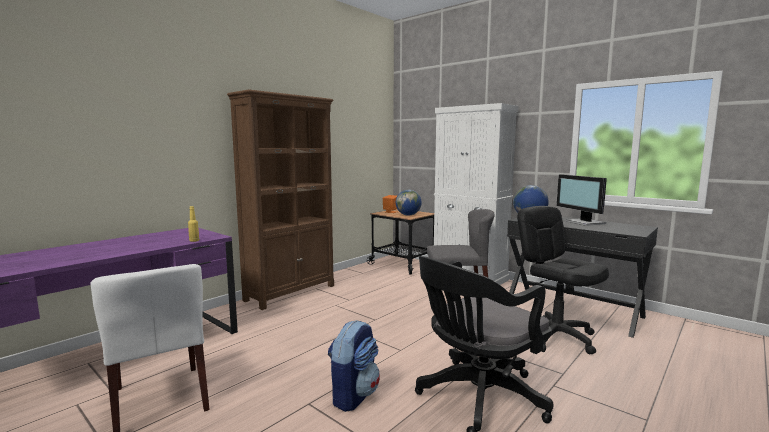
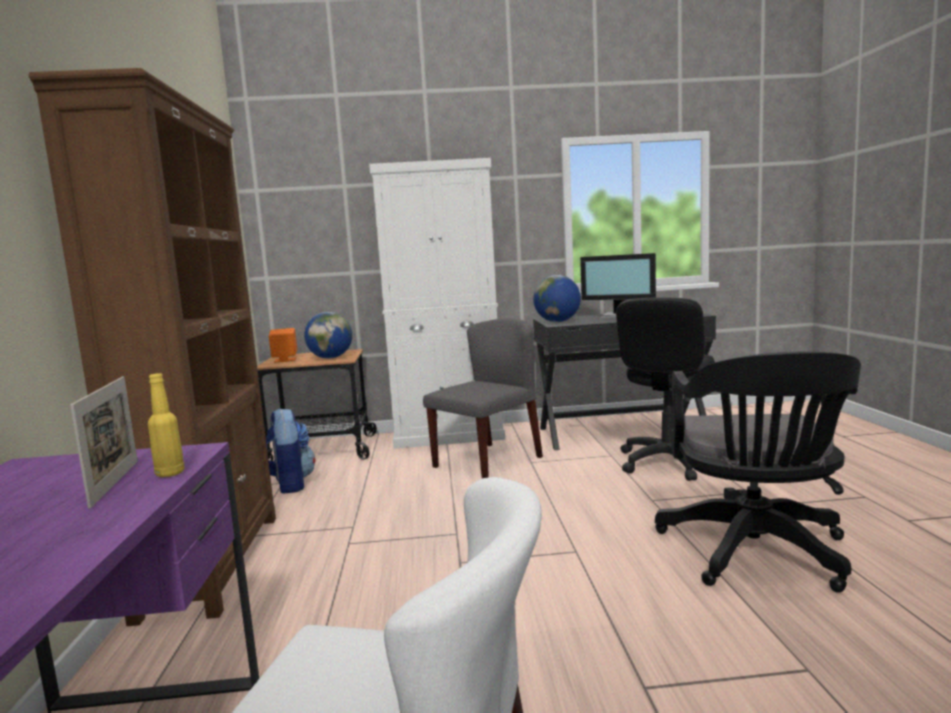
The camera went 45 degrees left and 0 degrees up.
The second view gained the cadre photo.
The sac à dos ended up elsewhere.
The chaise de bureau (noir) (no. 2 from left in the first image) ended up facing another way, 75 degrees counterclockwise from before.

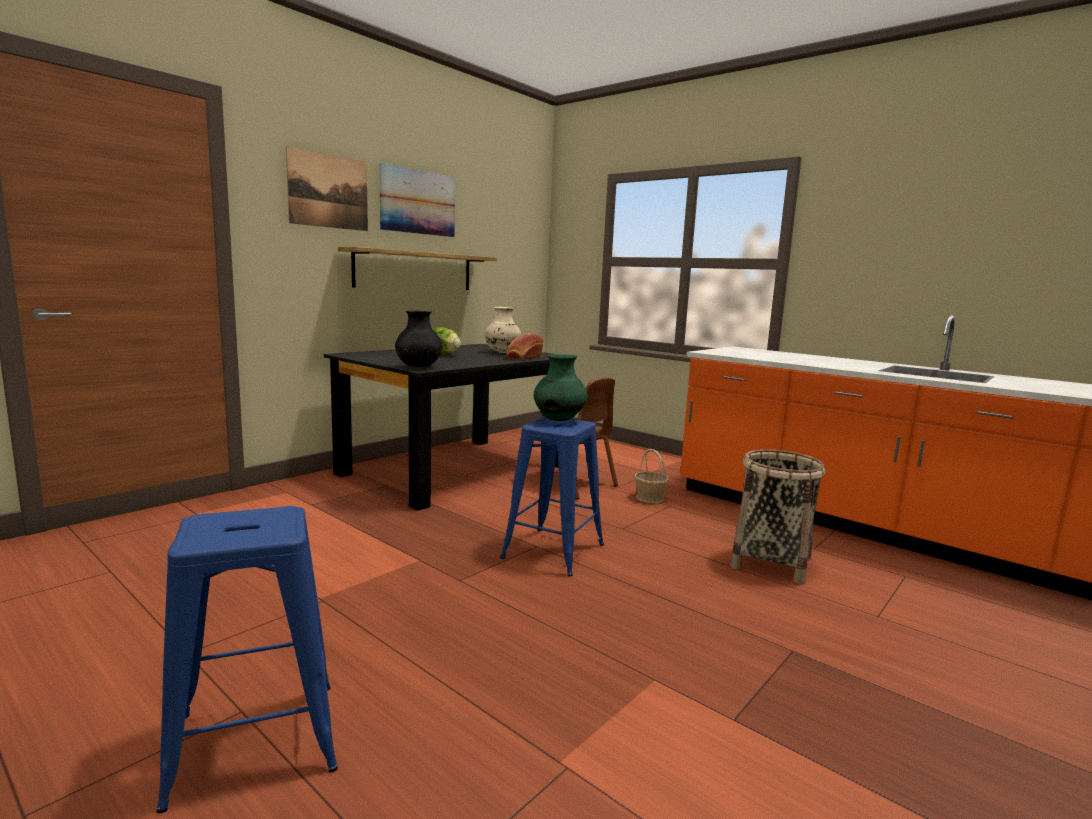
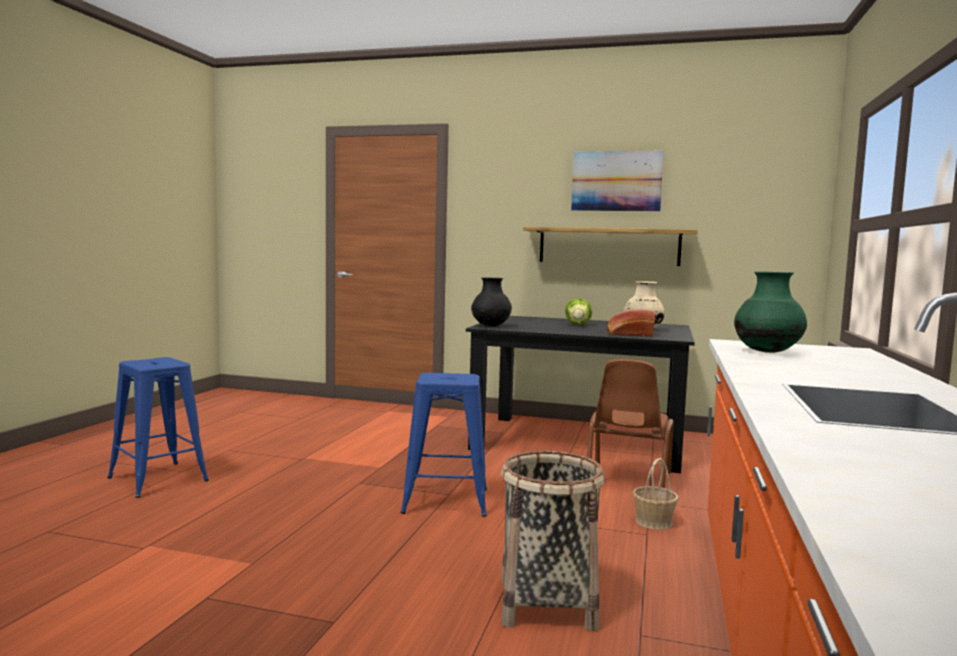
The camera went 65 degrees right and 5 degrees down.
The vase (vert) ended up elsewhere.
The second view lost the tableau (no. 1 from left).

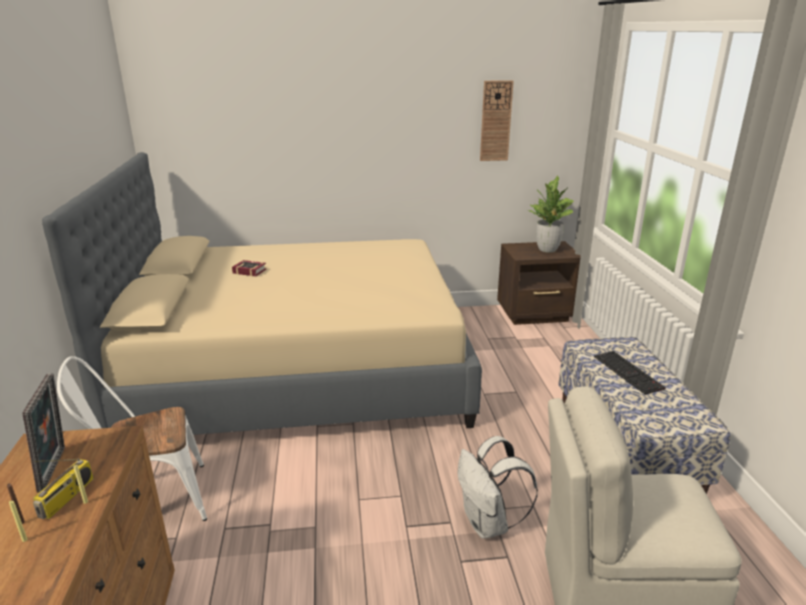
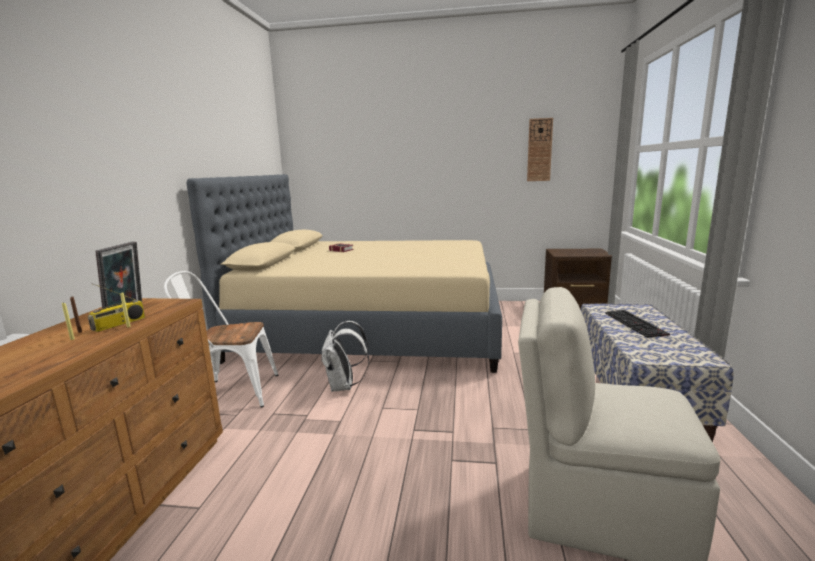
The camera went 15 degrees right and 10 degrees down.
The sac à dos (blanc) ended up elsewhere.
The second view lost the plante en pot.

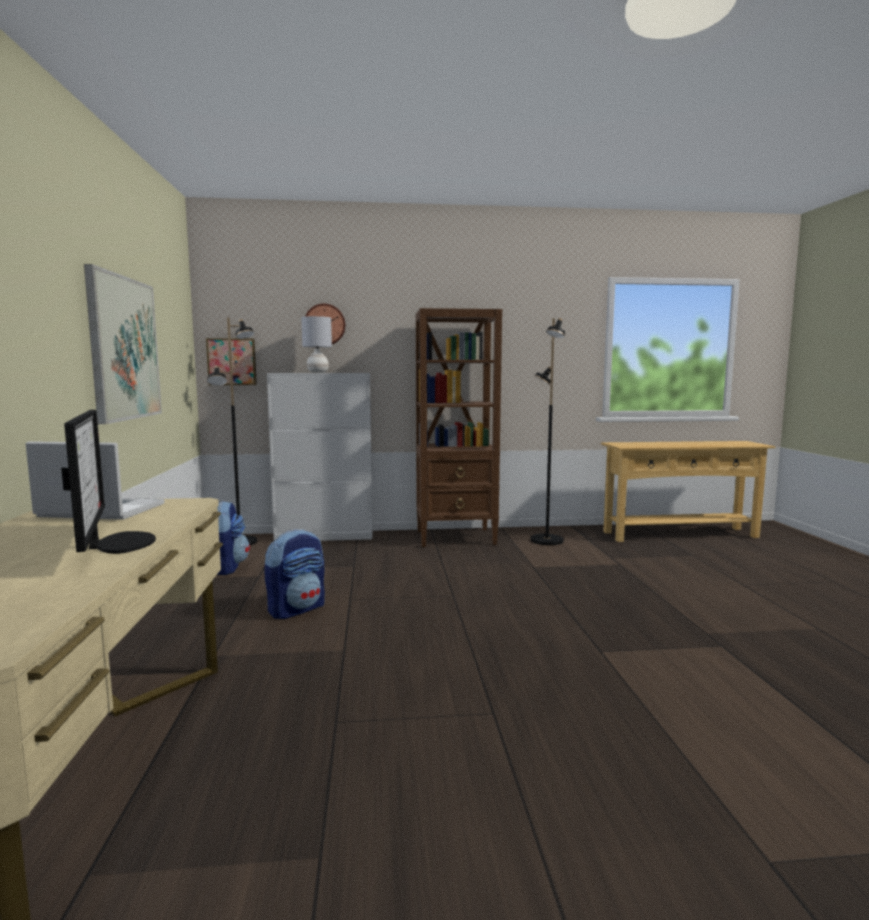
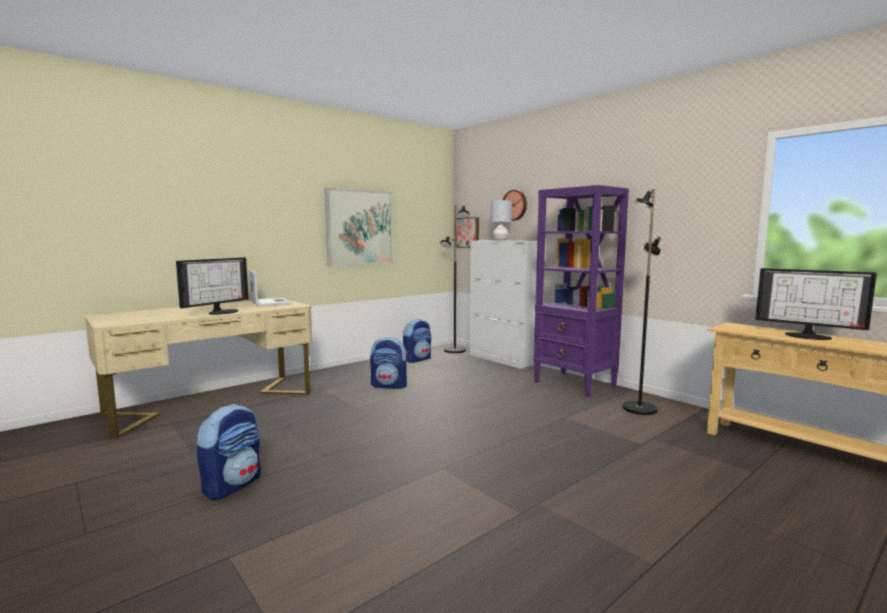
The camera went 55 degrees right and 0 degrees up.
The second view gained the sac à dos (no. 1 from left).
What was the bibliothèque (marron) turned into the bibliothèque (violet).
The second view gained the écran d'ordinateur (no. 2 from left).

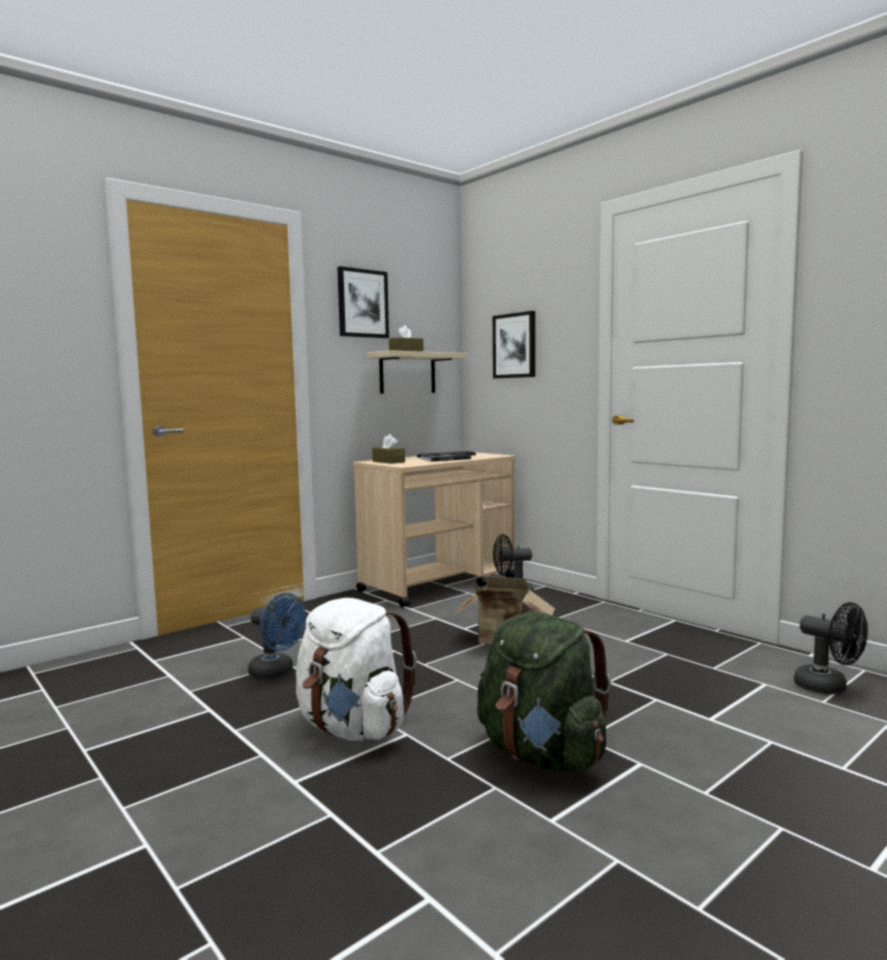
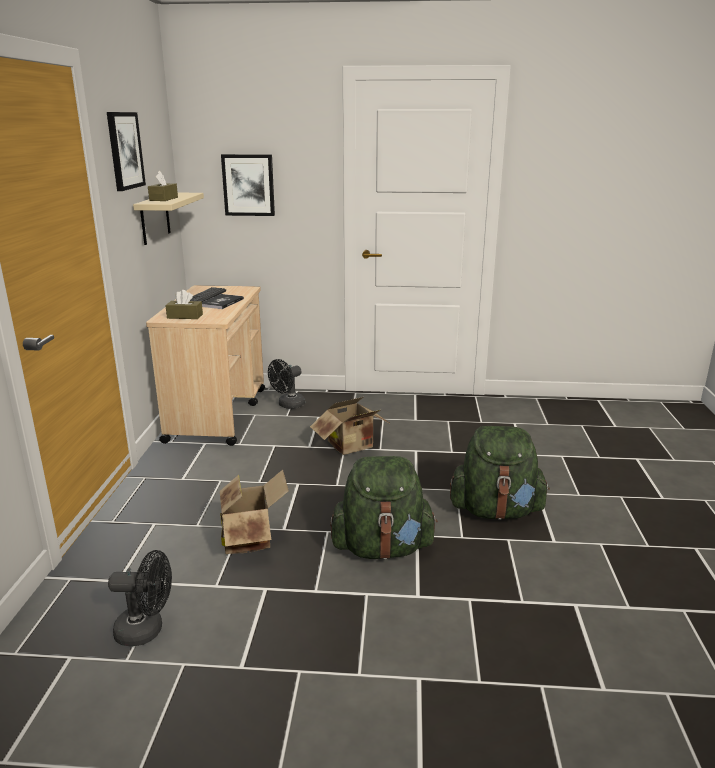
The camera went 45 degrees left and 15 degrees up.
The ventilateur (noir) (no. 2 from left in the first image) ended up elsewhere.
Where the ventilateur (bleu) stood, the carton (no. 1 from left) came to stand.
What was the sac à dos (blanc) turned into the sac à dos (vert) (no. 1 from left).

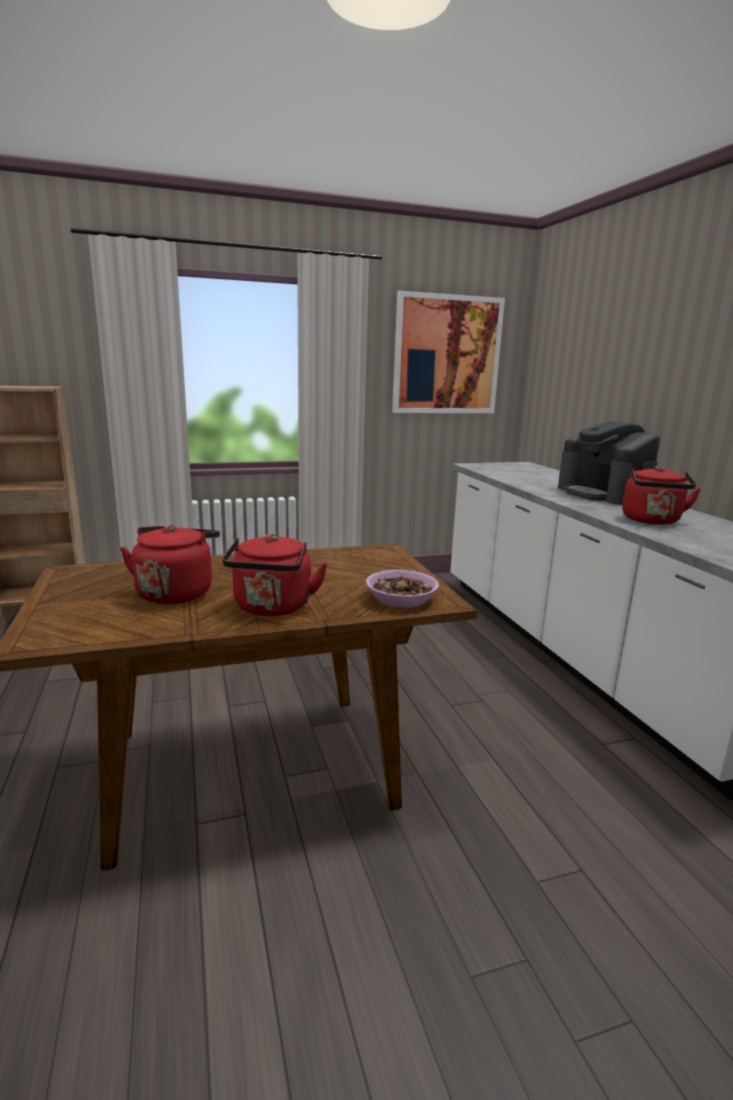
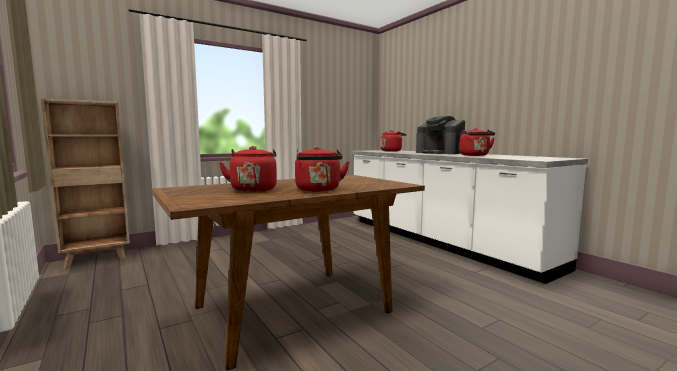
The camera went 15 degrees left and 10 degrees down.
The second view gained the bouilloire (rouge) (no. 3 from left).
The second view lost the bol.
The second view lost the tableau.

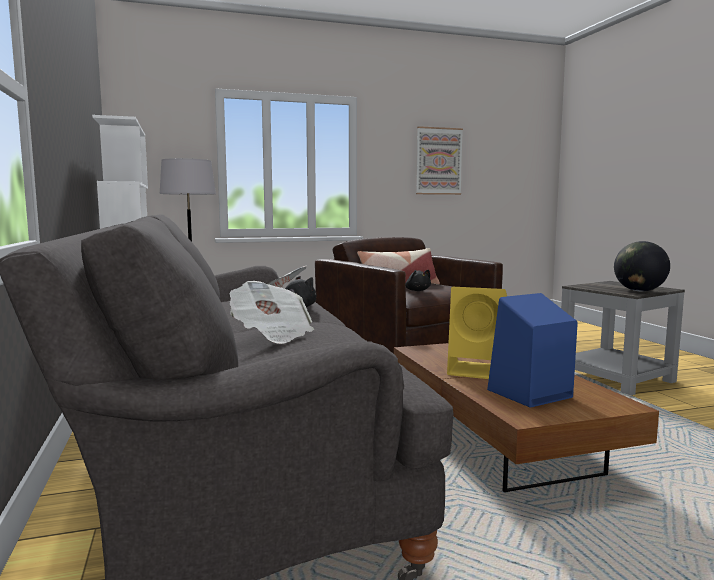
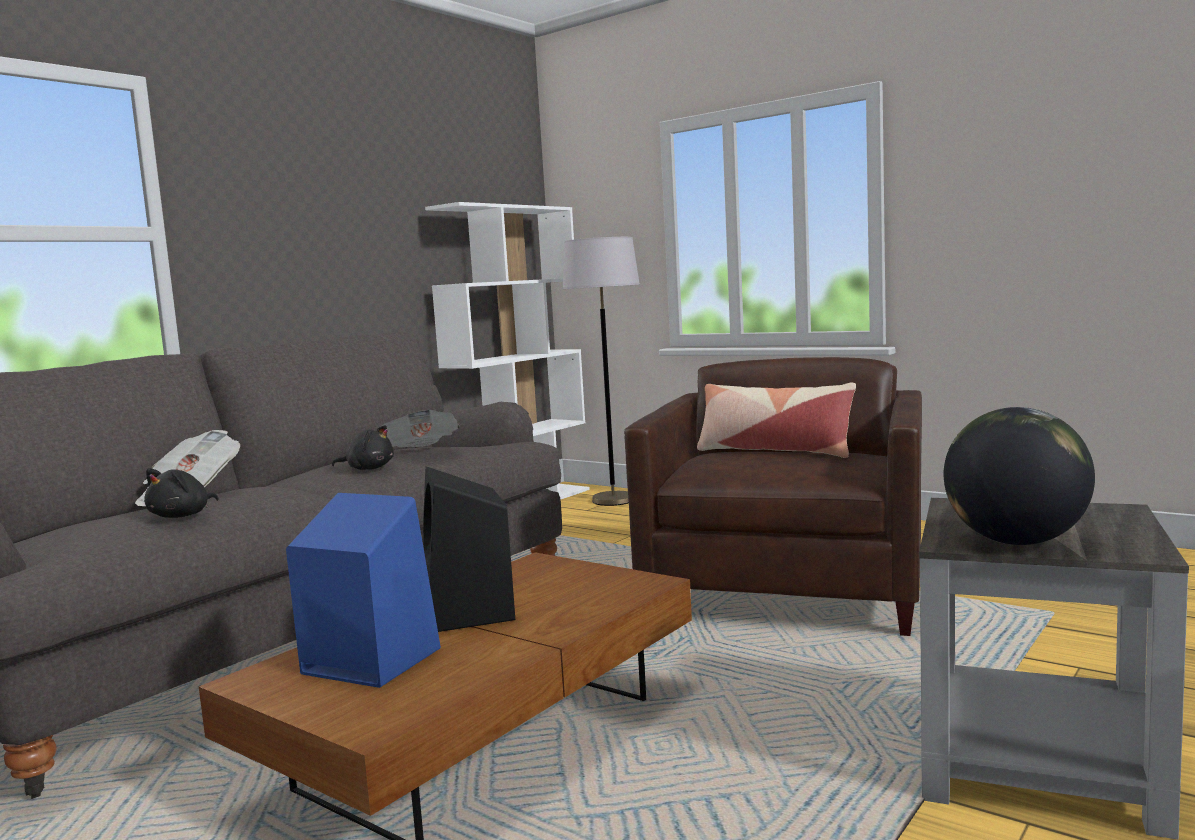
The camera went 55 degrees right and 0 degrees up.
The peluche (noir) (no. 2 from left in the first image) ended up elsewhere.
What was the enceinte (jaune) turned into the enceinte (noir).
The second view lost the tableau.

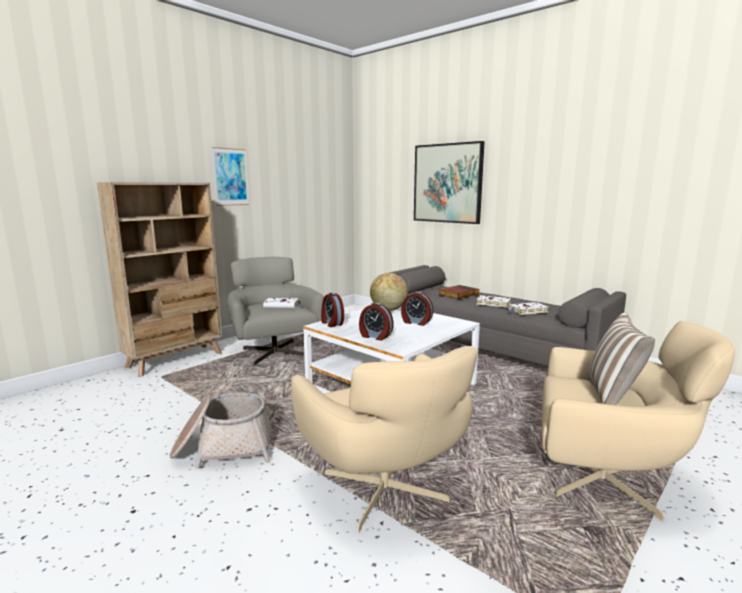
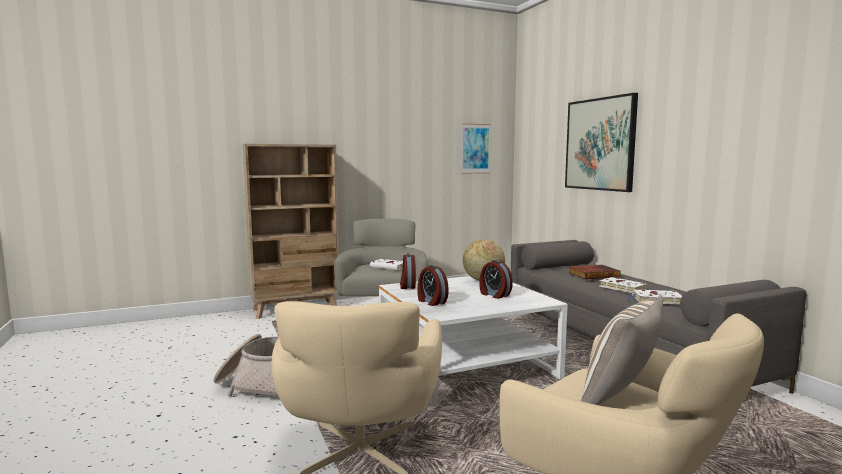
The camera went 25 degrees right and 5 degrees down.
The tableau (no. 1 from left) ended up elsewhere.

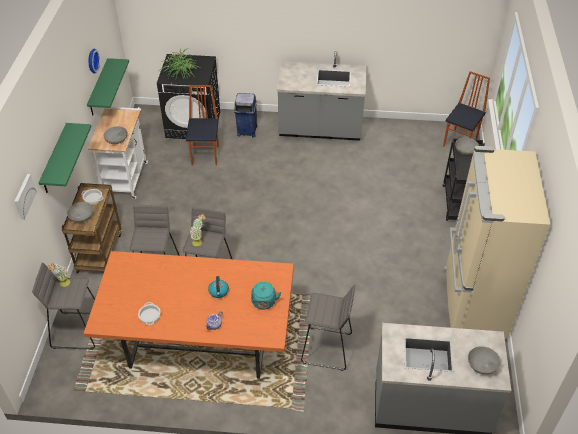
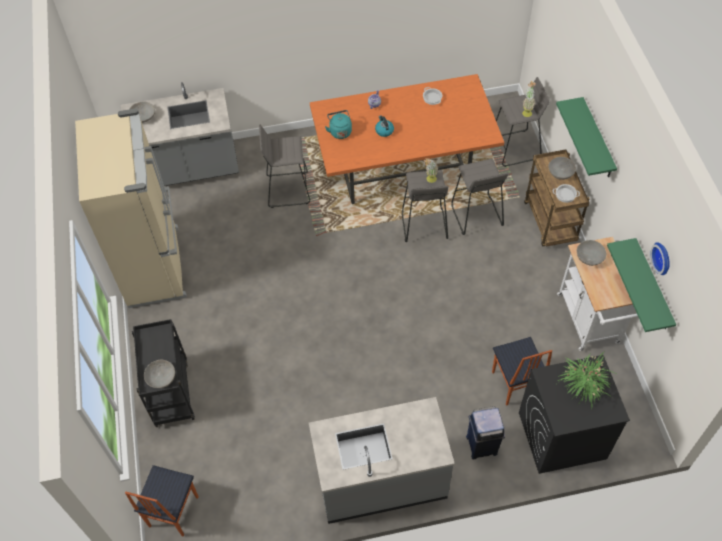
The camera went 165 degrees right and 10 degrees up.
The second view lost the tableau.

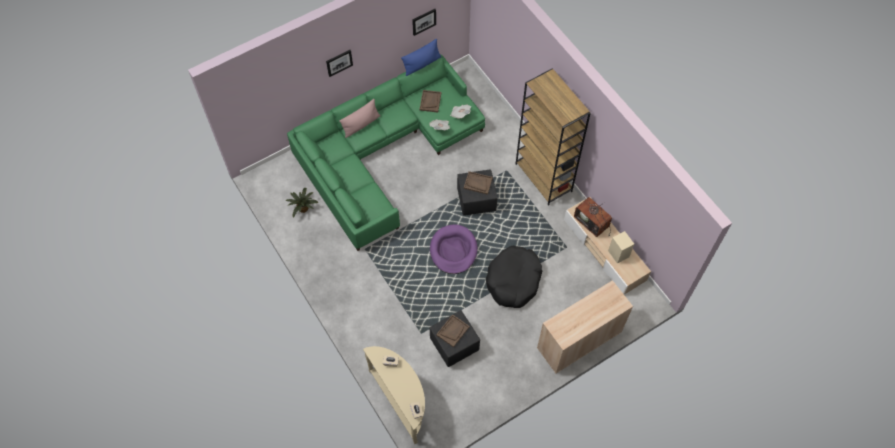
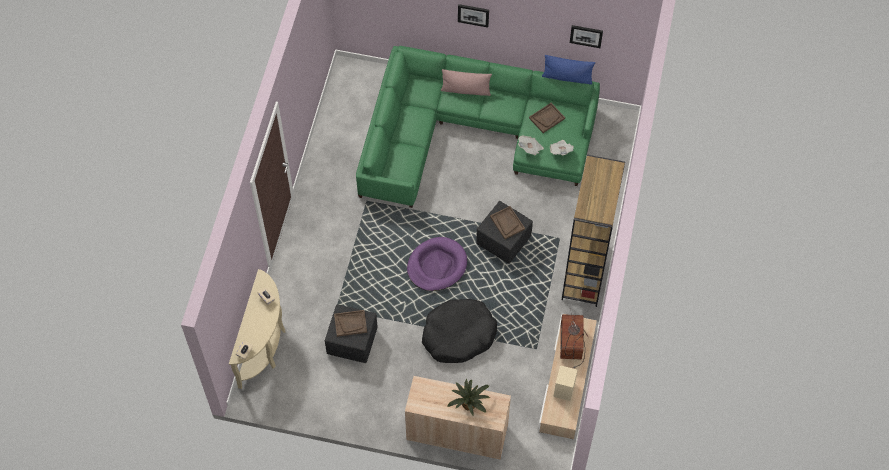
The camera went 45 degrees right and 0 degrees up.
The plante en pot ended up elsewhere.

